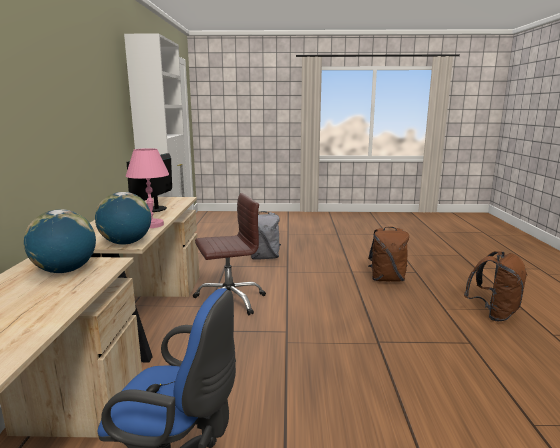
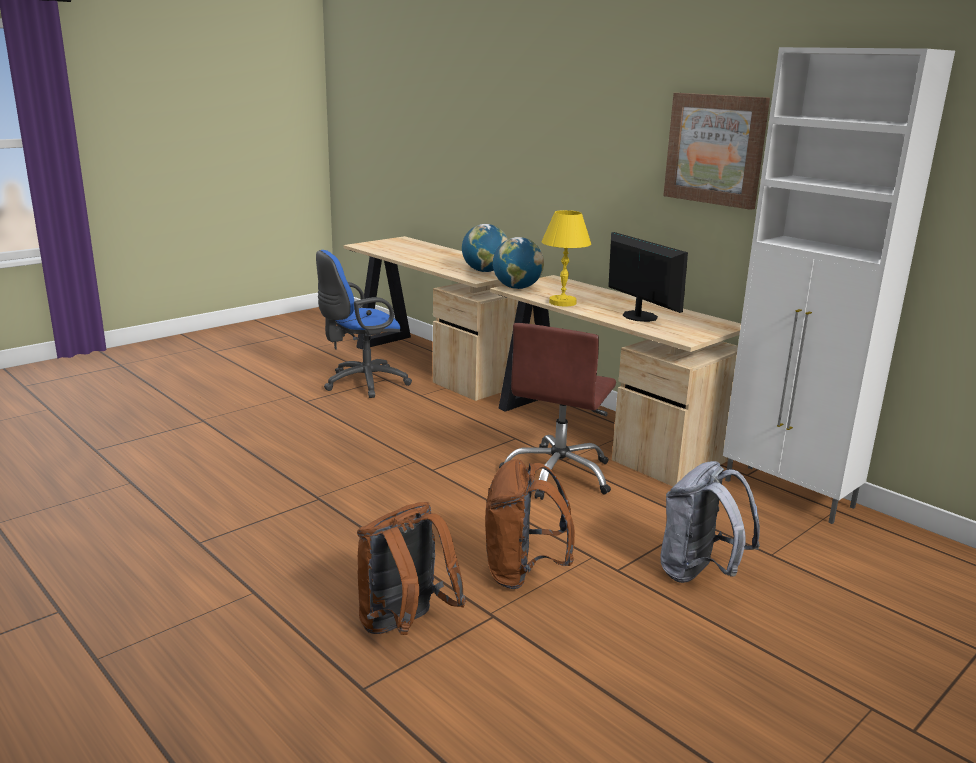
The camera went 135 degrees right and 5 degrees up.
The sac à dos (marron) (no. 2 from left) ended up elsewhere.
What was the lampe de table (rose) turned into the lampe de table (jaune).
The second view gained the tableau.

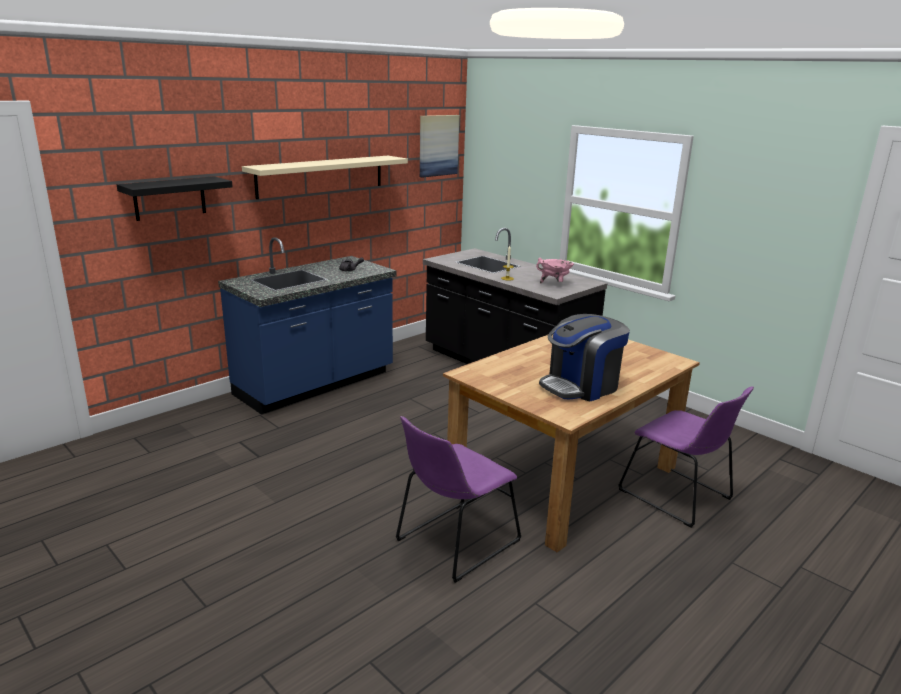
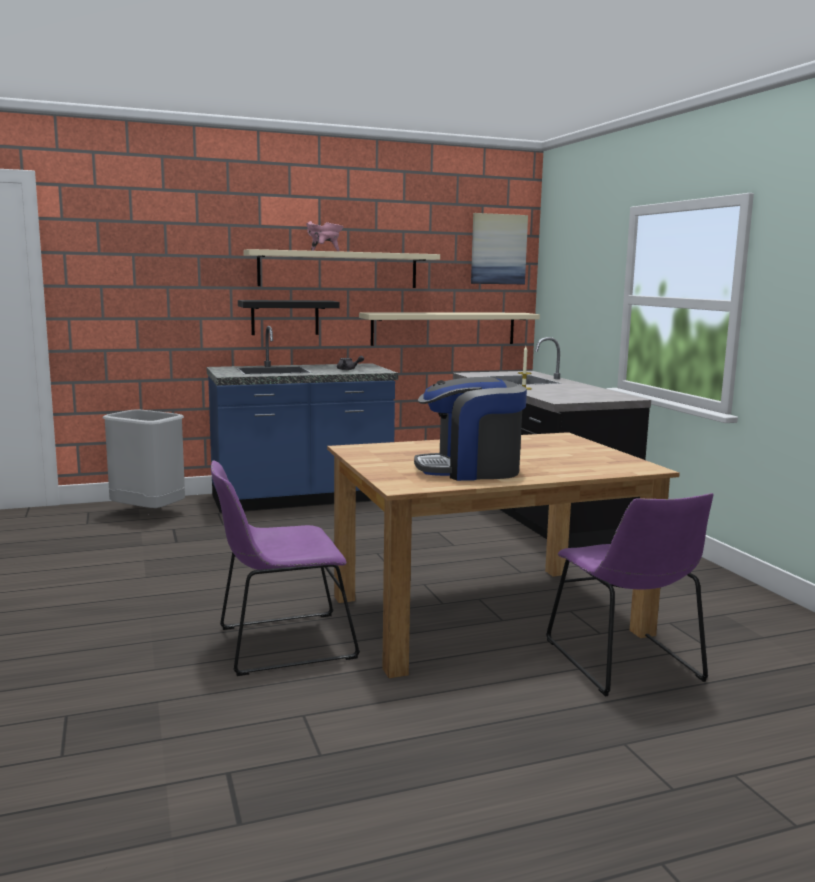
The camera went 25 degrees right and 10 degrees down.
The second view gained the poubelle (gris).
The étagère (noir) ended up elsewhere.
The marmite (rose) ended up elsewhere.
The second view gained the étagère (beige) (no. 2 from left).

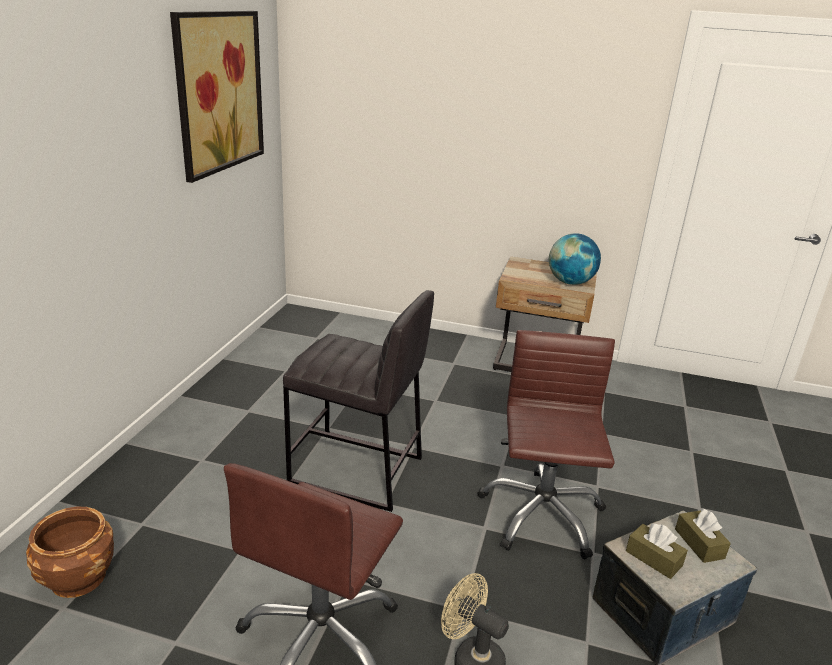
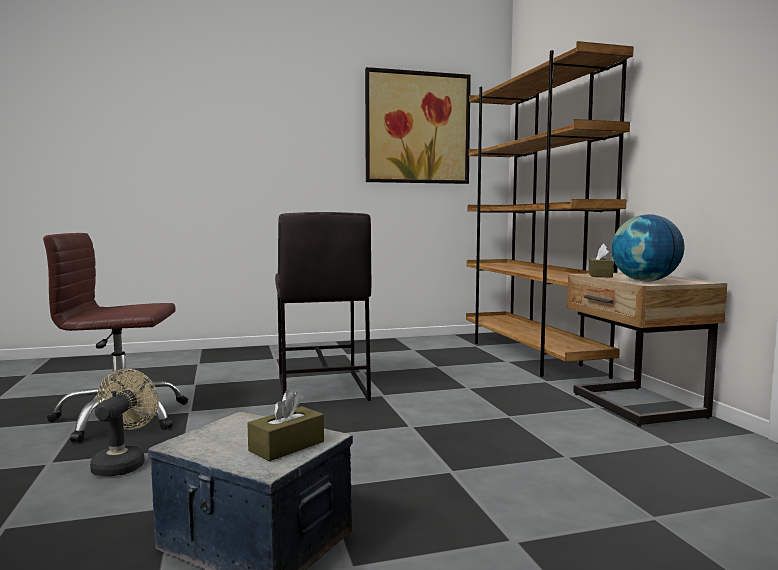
The camera went 60 degrees right and 20 degrees down.
The second view gained the bibliothèque (marron).
The boîte à mouchoirs (marron) (no. 1 from left in the first image) ended up elsewhere.
The second view lost the cache-pot (marron).
The second view lost the chaise de bureau (marron) (no. 2 from left).

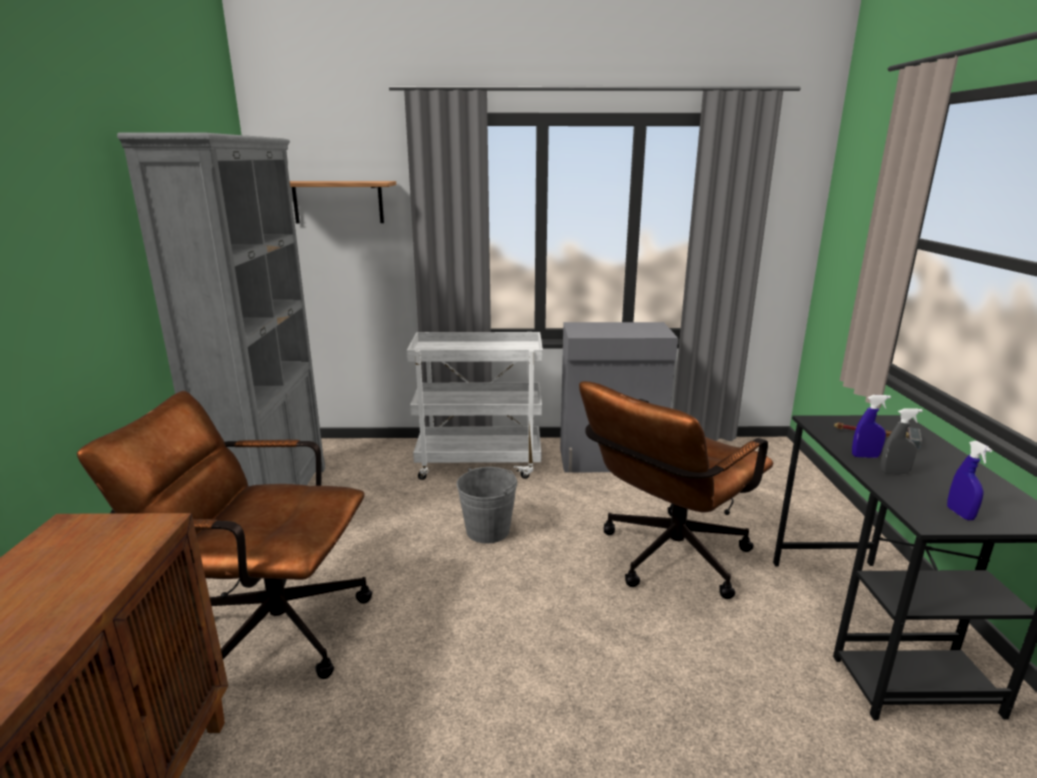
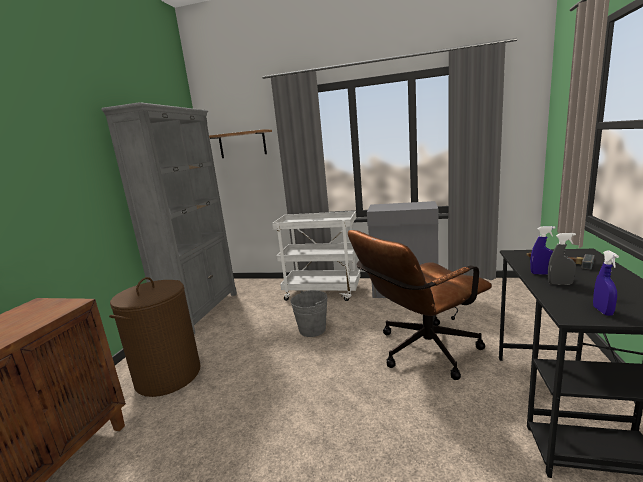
The camera went 15 degrees right and 5 degrees down.
Where the chaise de bureau (marron) (no. 1 from left) stood, the panier à linge (marron) came to stand.

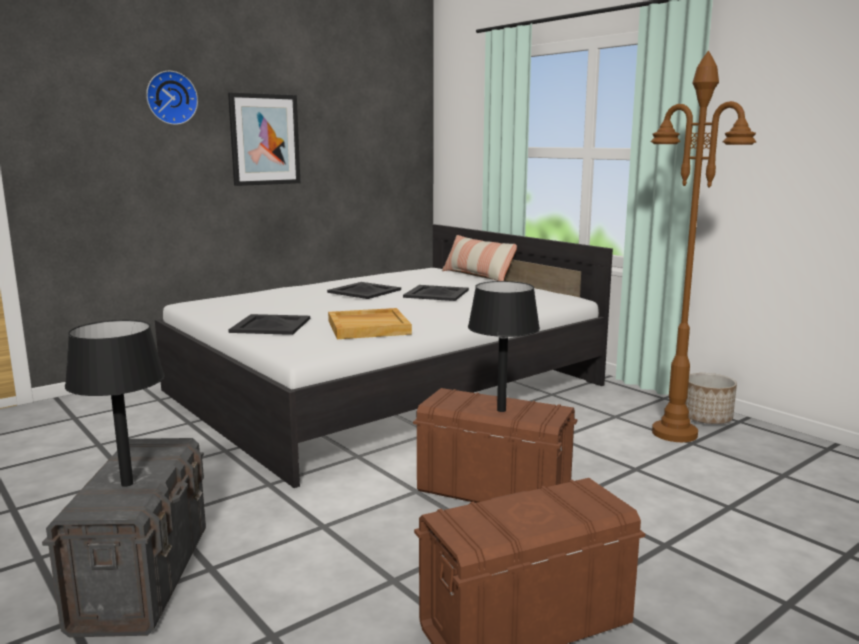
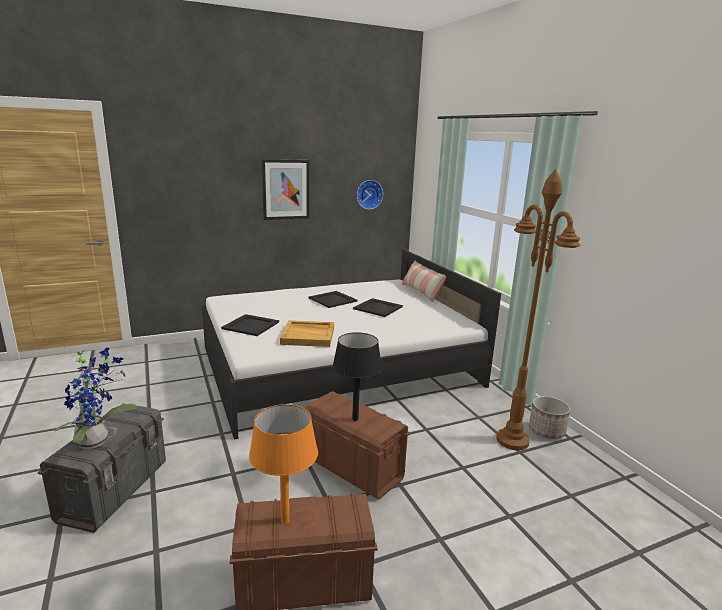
The camera went 15 degrees right and 5 degrees up.
Where the lampe de table (noir) (no. 1 from left) stood, the plante en pot came to stand.
The second view gained the lampe de table (orange).
The horloge murale ended up elsewhere.

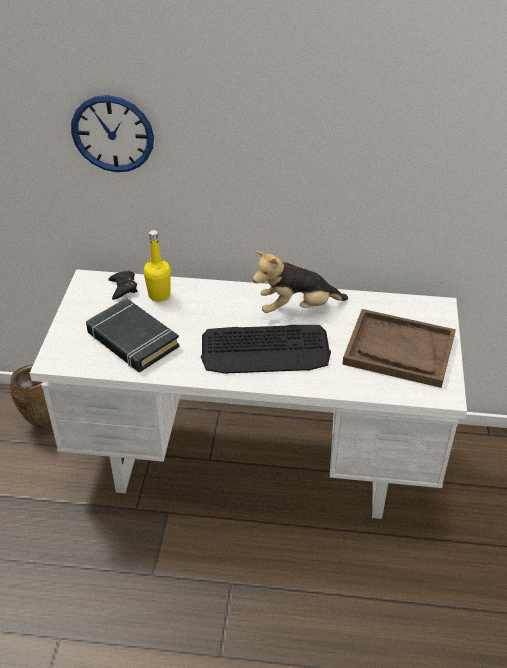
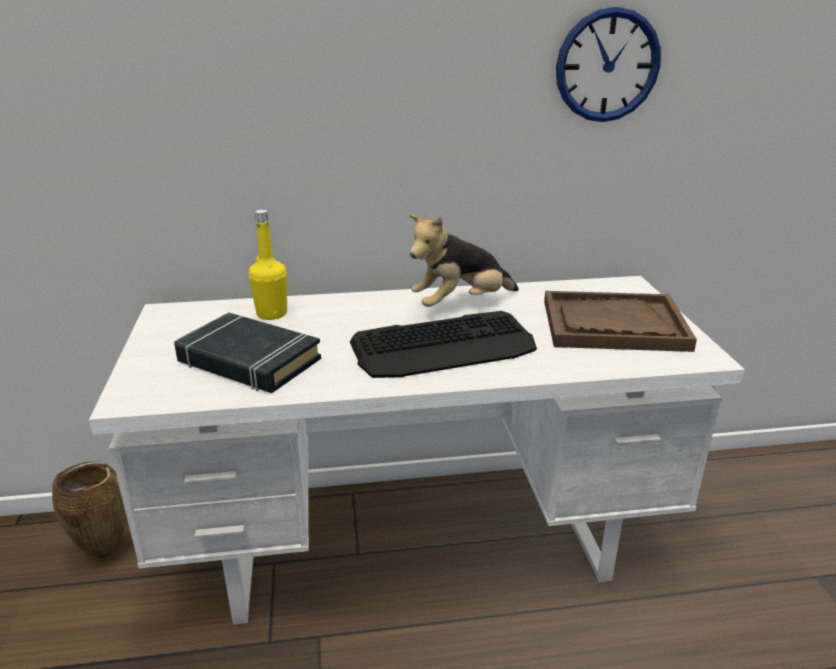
The camera went 15 degrees left and 15 degrees down.
The horloge murale ended up elsewhere.
The second view lost the manette (noir).

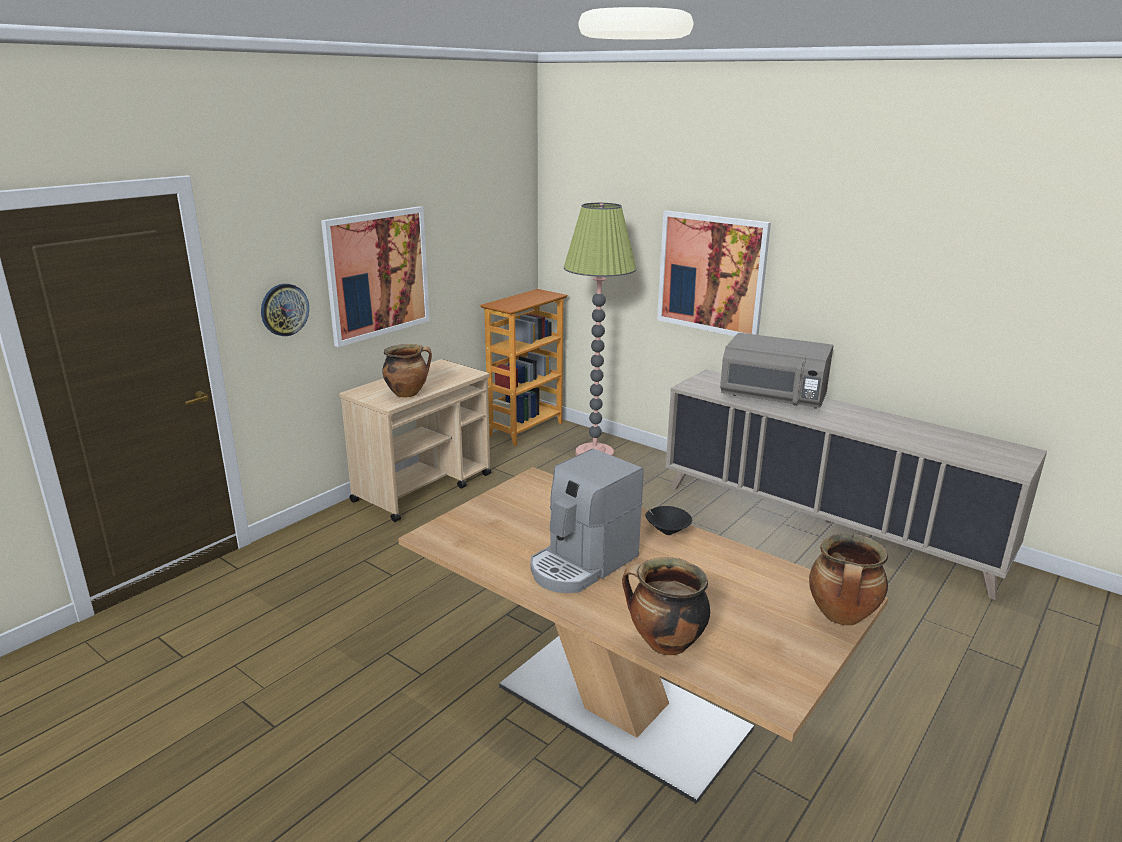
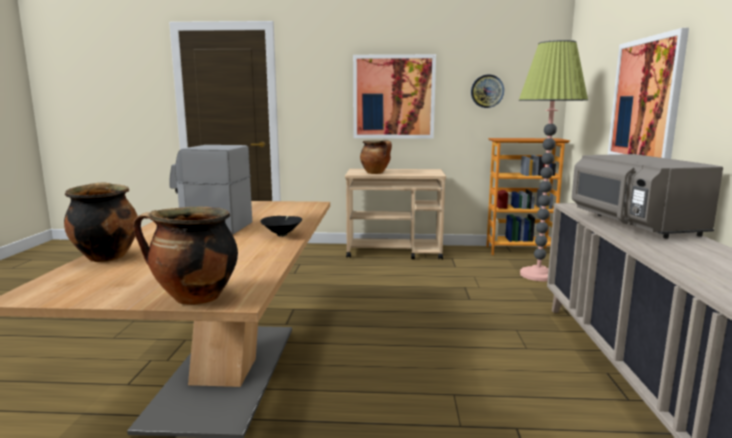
The camera went 55 degrees right and 10 degrees down.
The horloge murale ended up elsewhere.

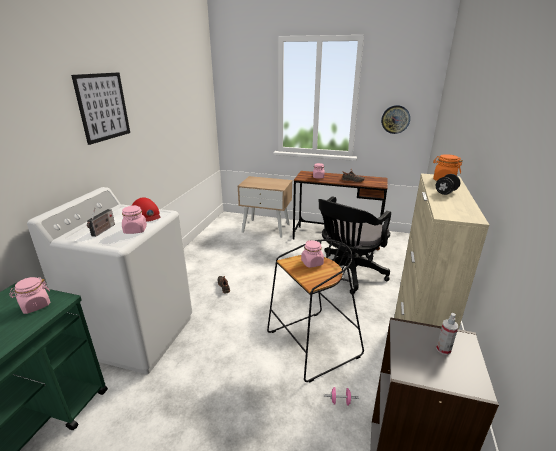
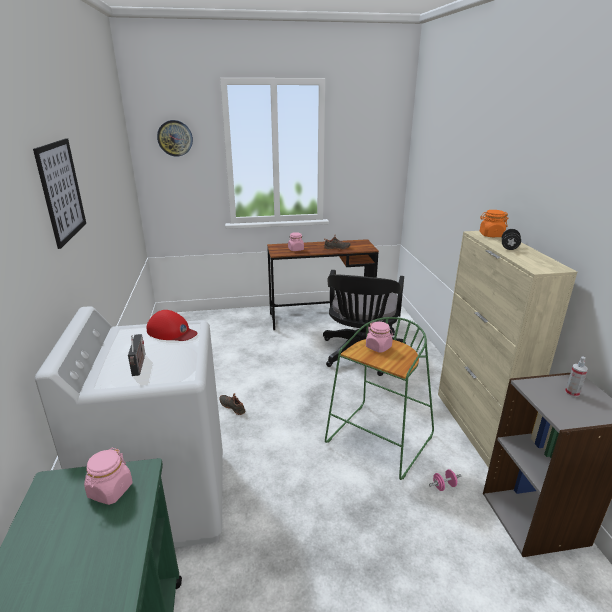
The camera went 25 degrees left and 0 degrees up.
The horloge murale ended up elsewhere.
What was the tabouret (noir) turned into the tabouret (vert).
The second view lost the bocal (rose) (no. 2 from left).
The second view lost the table de chevet (beige).

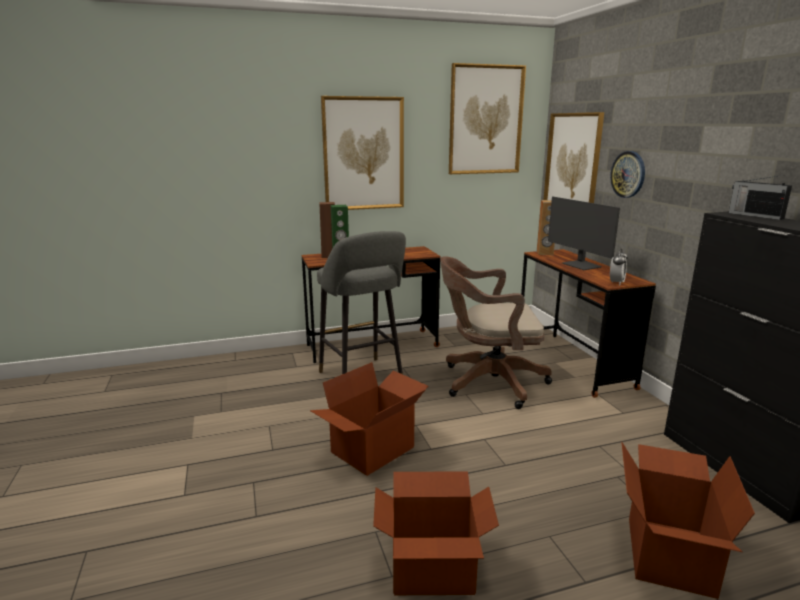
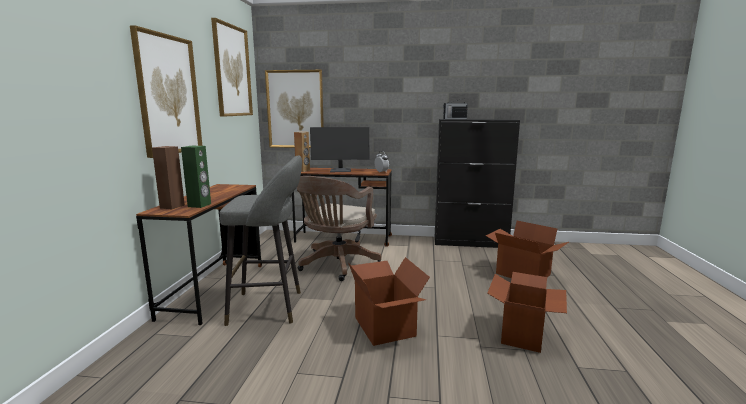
The camera went 65 degrees left and 5 degrees down.
The second view lost the horloge murale.

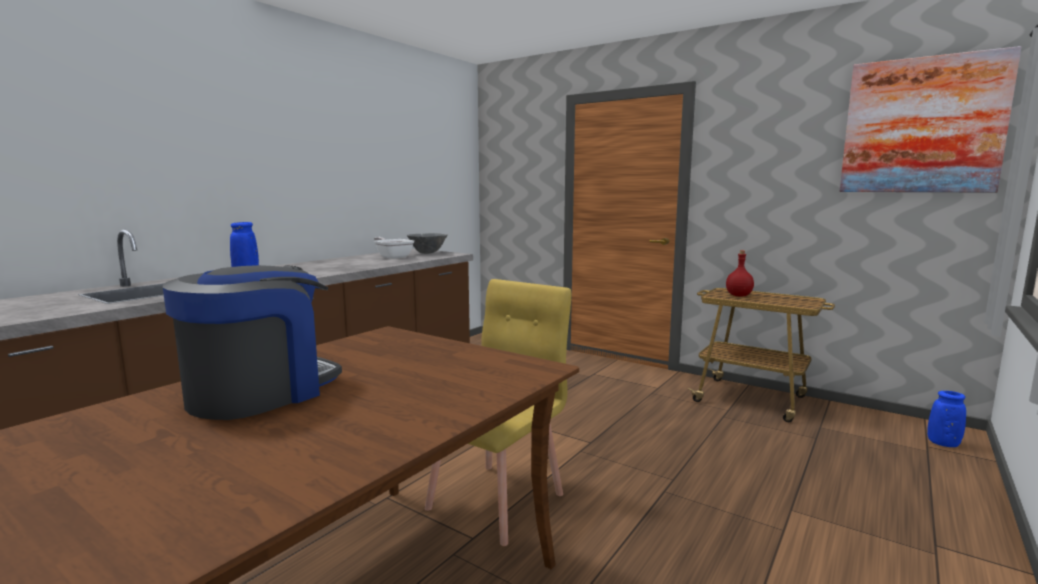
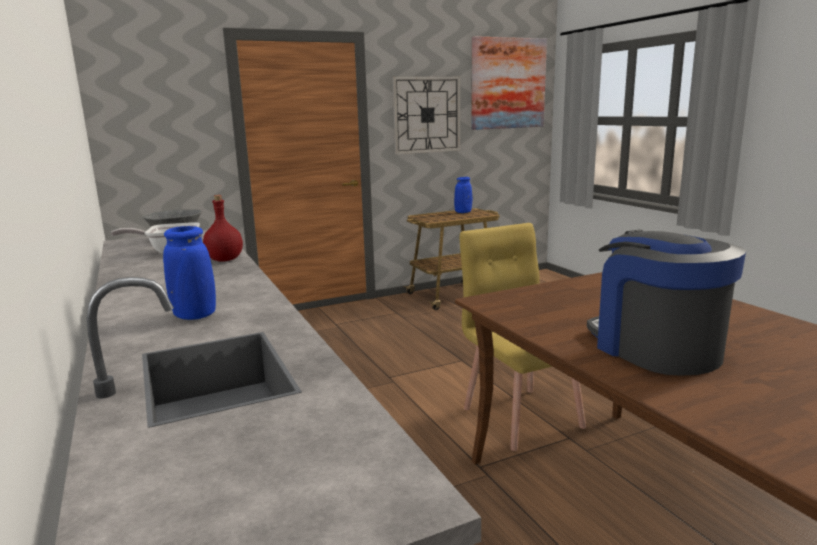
The camera went 60 degrees left and 5 degrees up.
The bouteille (rouge) ended up elsewhere.
The second view gained the horloge murale.
The vase (bleu) (no. 2 from left) ended up elsewhere.

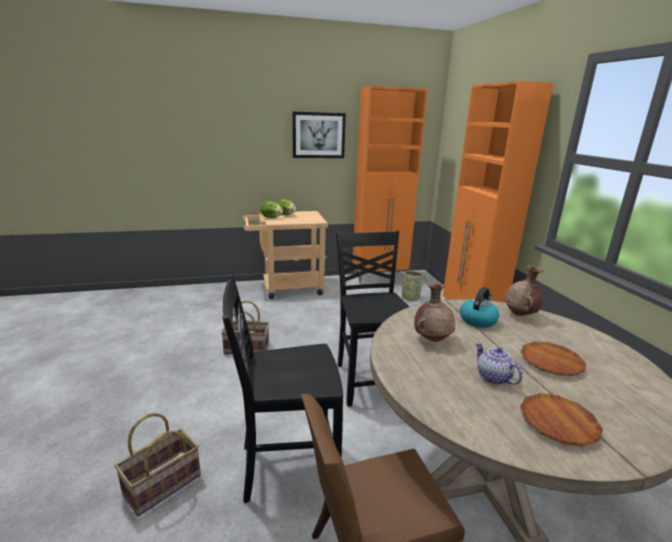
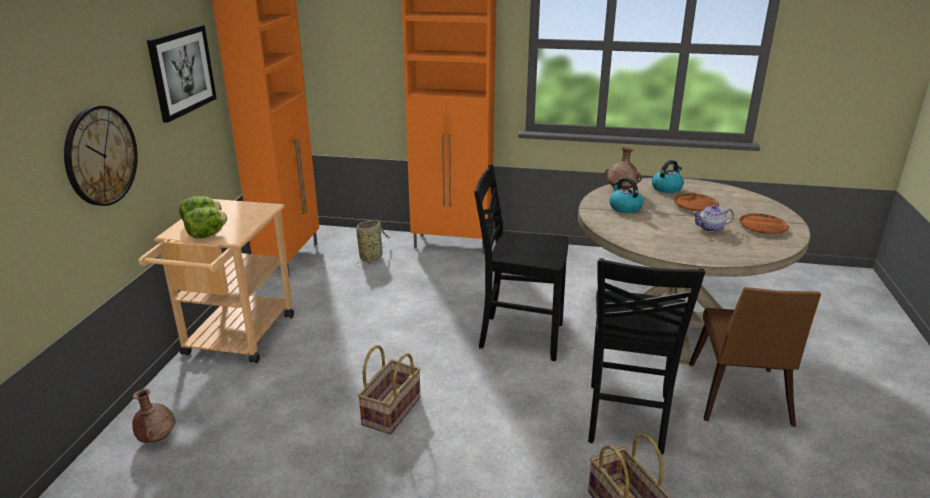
The camera went 65 degrees left and 5 degrees up.
The second view gained the horloge murale.
The vase (marron) (no. 1 from left) ended up elsewhere.
The second view gained the bouilloire (no. 2 from left).

